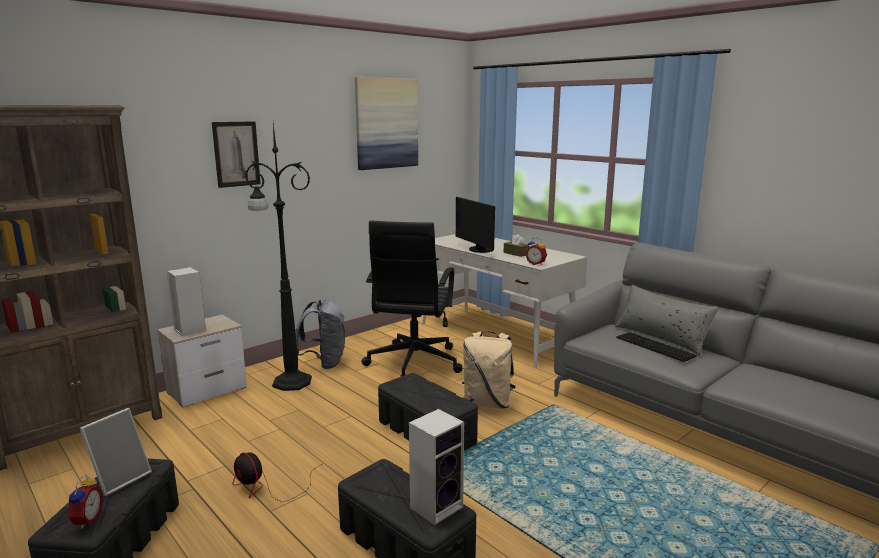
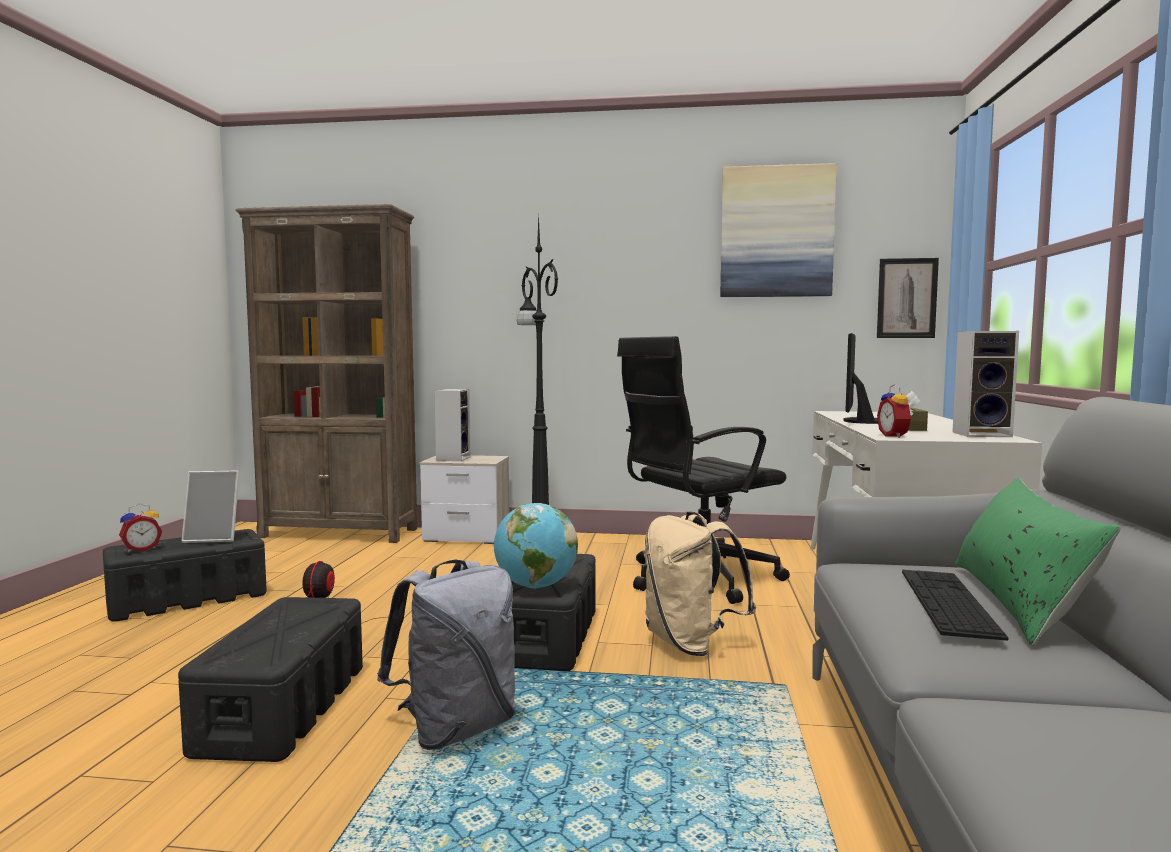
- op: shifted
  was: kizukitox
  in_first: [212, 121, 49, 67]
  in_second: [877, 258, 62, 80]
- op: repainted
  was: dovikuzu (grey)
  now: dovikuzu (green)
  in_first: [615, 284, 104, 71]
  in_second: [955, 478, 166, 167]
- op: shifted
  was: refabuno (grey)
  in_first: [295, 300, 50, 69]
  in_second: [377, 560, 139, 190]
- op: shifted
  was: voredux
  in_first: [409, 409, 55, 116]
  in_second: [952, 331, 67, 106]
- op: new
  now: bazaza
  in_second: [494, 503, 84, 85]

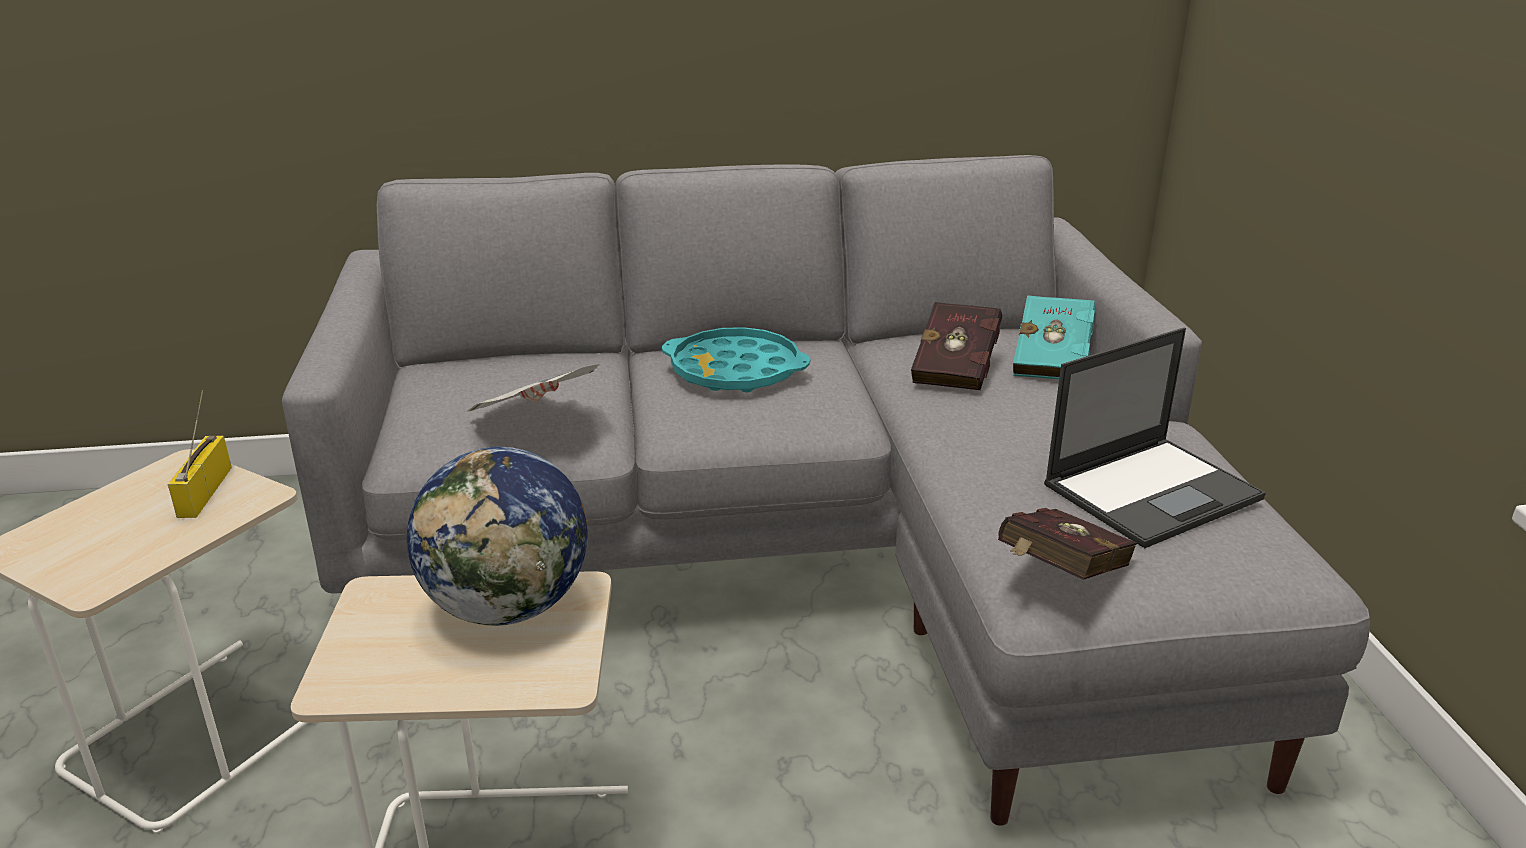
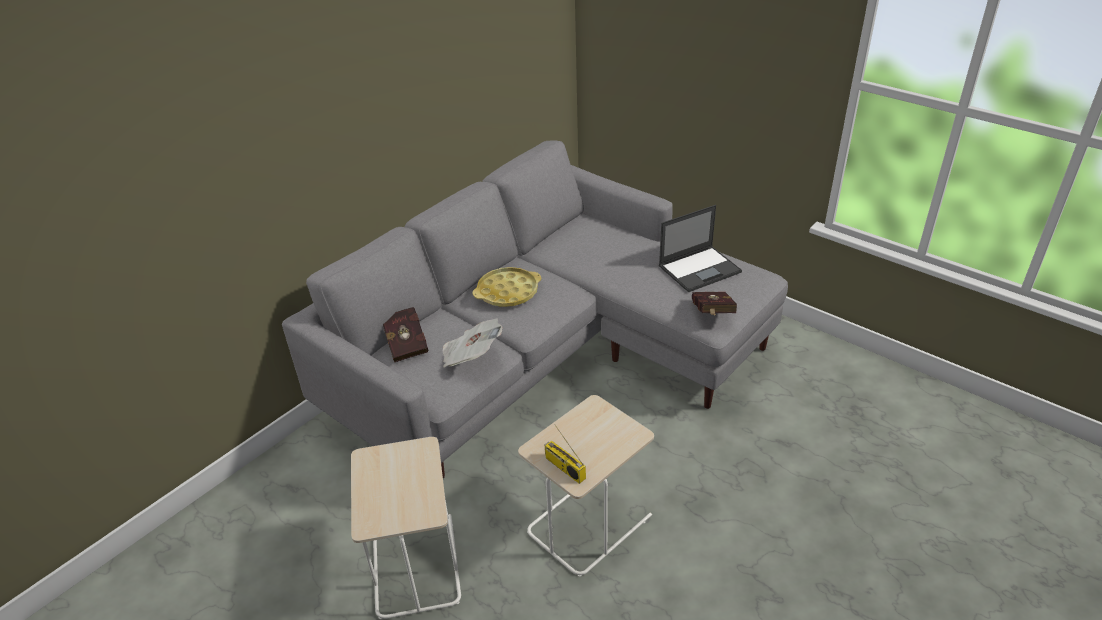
- op: gone
  was: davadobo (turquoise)
  in_first: [1013, 295, 83, 84]
- op: shifted
  was: davadobo (red)
  in_first: [911, 302, 91, 88]
  in_second: [383, 307, 46, 55]
- op: repainted
  was: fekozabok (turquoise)
  now: fekozabok (yellow)
  in_first: [662, 327, 149, 65]
  in_second: [473, 267, 68, 40]
- op: rotated
  was: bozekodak
  in_first: [1044, 328, 222, 220]
  in_second: [659, 205, 83, 87]
  clockwise: 45
- op: shifted
  was: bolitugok
  in_first: [168, 390, 64, 128]
  in_second: [545, 425, 41, 59]
- op: gone
  was: bazaza
  in_first: [407, 447, 181, 179]

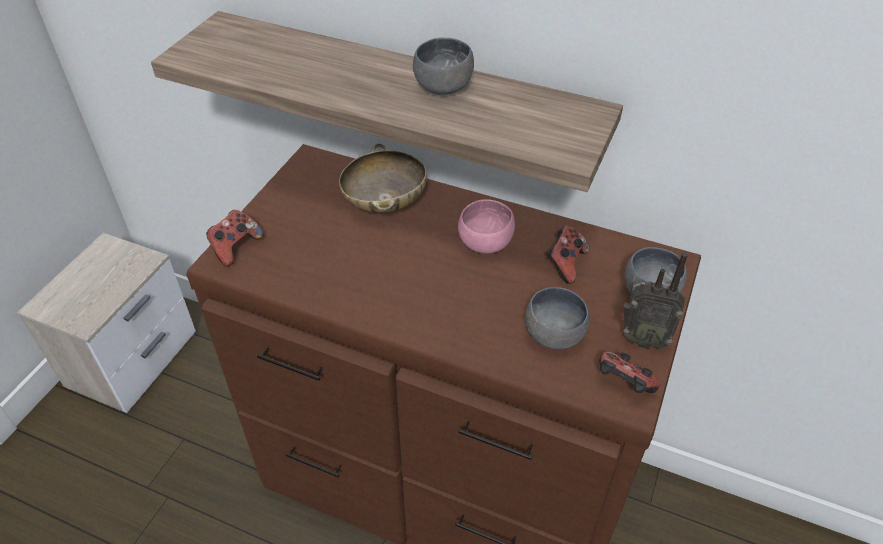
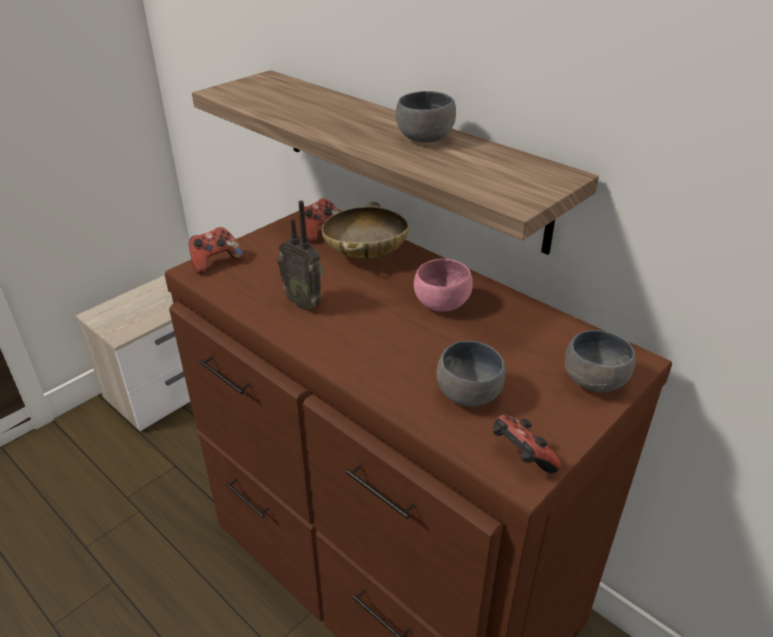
- op: shifted
  was: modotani
  in_first: [547, 226, 42, 58]
  in_second: [298, 198, 42, 45]
- op: shifted
  was: bolitugok
  in_first: [620, 253, 68, 96]
  in_second: [277, 200, 47, 110]

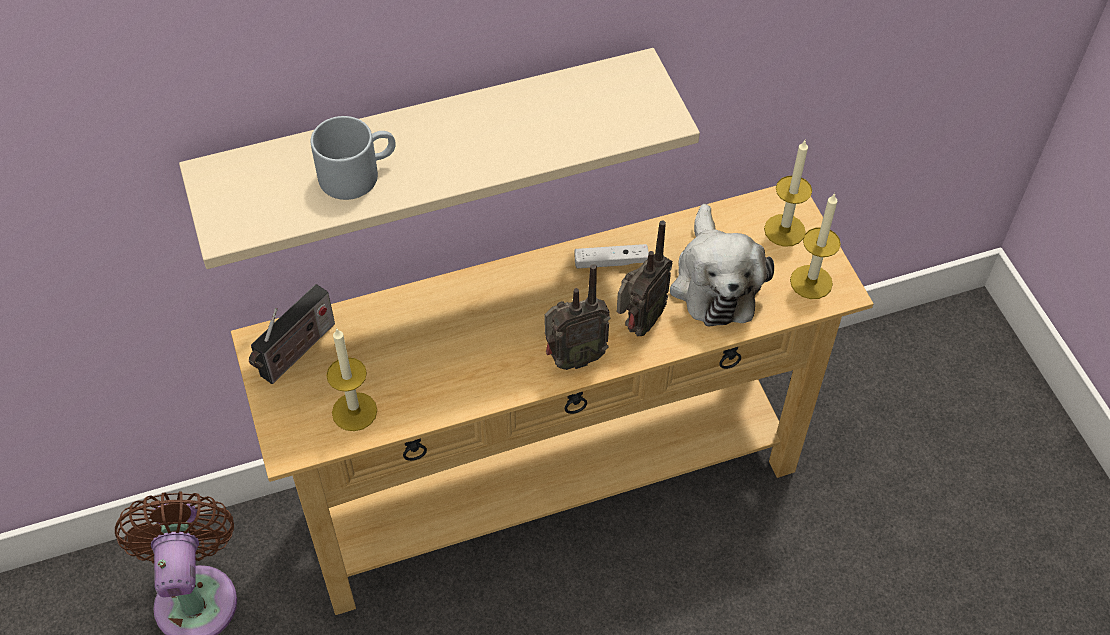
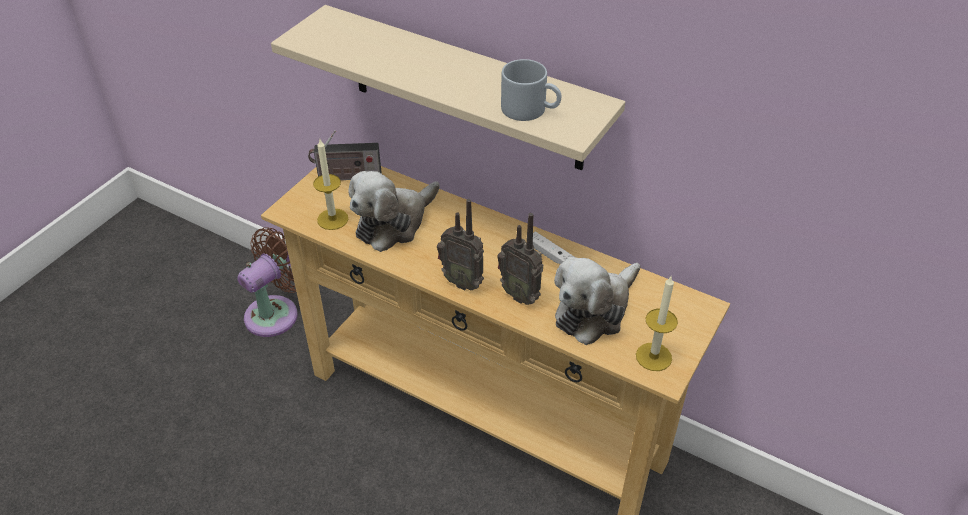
- op: shifted
  was: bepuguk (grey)
  in_first: [311, 116, 85, 84]
  in_second: [501, 59, 60, 62]
- op: gone
  was: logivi
  in_first: [764, 139, 48, 108]
- op: rotated
  was: bolitugok
  in_first: [617, 220, 55, 116]
  in_second: [497, 213, 46, 92]
  clockwise: 45
- op: new
  now: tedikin
  in_second: [348, 171, 92, 81]

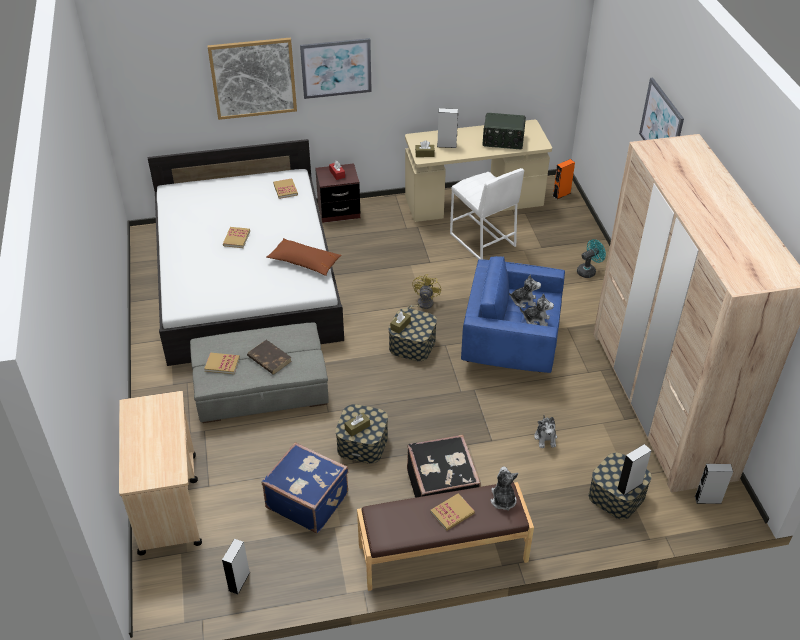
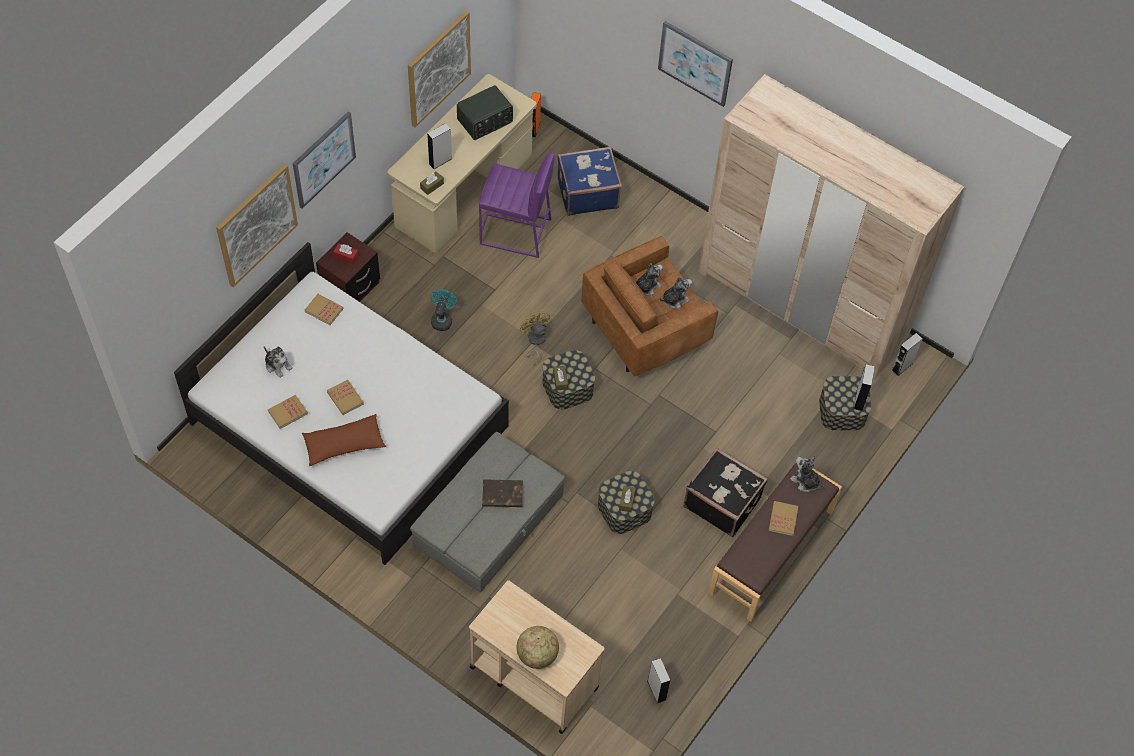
- op: repainted
  was: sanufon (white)
  now: sanufon (purple)
  in_first: [450, 168, 74, 92]
  in_second: [479, 153, 75, 105]
- op: shifted
  was: dovikuzu (brown)
  in_first: [266, 238, 76, 38]
  in_second: [302, 414, 84, 52]
- op: shifted
  was: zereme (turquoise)
  in_first: [577, 239, 29, 39]
  in_second: [430, 289, 28, 42]
- op: repainted
  was: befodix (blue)
  now: befodix (brown)
  in_first: [461, 256, 104, 117]
  in_second: [581, 236, 137, 140]
- op: shifted
  was: davadobo
  in_first: [204, 353, 36, 21]
  in_second: [268, 395, 40, 34]
- op: shifted
  was: tedikin
  in_first: [534, 416, 23, 32]
  in_second: [264, 347, 29, 31]
- op: shifted
  was: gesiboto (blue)
  in_first: [262, 442, 87, 91]
  in_second: [557, 146, 65, 70]
- op: new
  now: kizukitox
  in_second: [408, 10, 63, 117]
- op: new
  now: bazaza
  in_second: [517, 626, 42, 43]

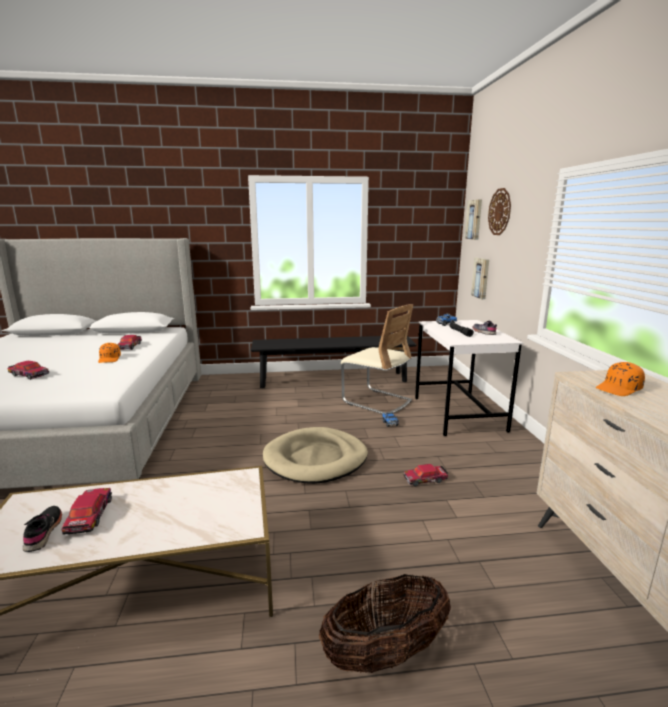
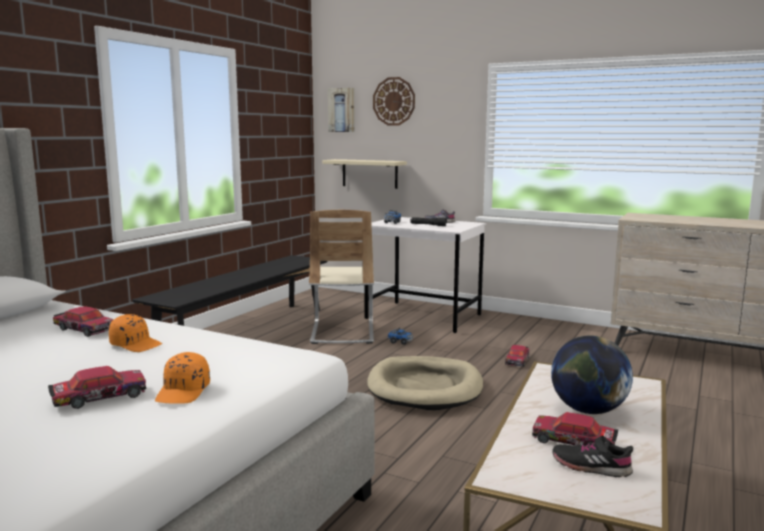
- op: swapped
  was: kizukitox
  now: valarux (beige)
  in_first: [471, 258, 18, 41]
  in_second: [322, 159, 85, 30]
- op: rotated
  was: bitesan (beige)
  in_first: [341, 304, 72, 110]
  in_second: [309, 210, 65, 134]
  clockwise: 105
- op: shifted
  was: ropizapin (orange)
  in_first: [596, 362, 49, 34]
  in_second: [155, 352, 55, 52]
- op: gone
  was: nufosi
  in_first: [319, 574, 132, 99]
- op: new
  now: bazaza
  in_second: [551, 335, 82, 79]

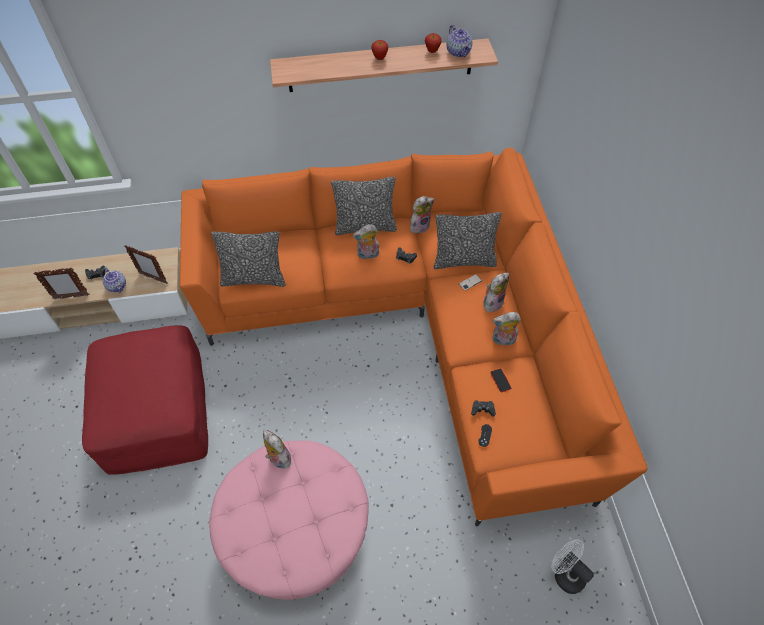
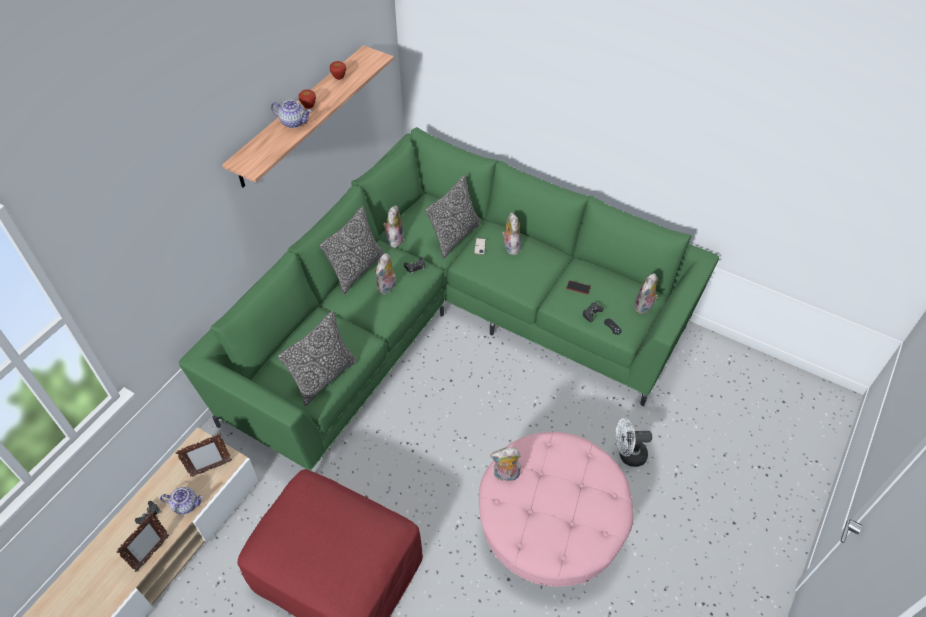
- op: shifted
  was: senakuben
  in_first: [447, 25, 25, 32]
  in_second: [271, 100, 40, 28]
- op: repainted
  was: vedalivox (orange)
  now: vedalivox (green)
  in_first: [180, 148, 468, 378]
  in_second: [179, 127, 540, 344]
- op: shifted
  was: tedikin
  in_first: [492, 312, 29, 33]
  in_second: [634, 273, 24, 41]
- op: shifted
  was: zereme (white)
  in_first: [552, 539, 42, 55]
  in_second: [615, 418, 37, 49]

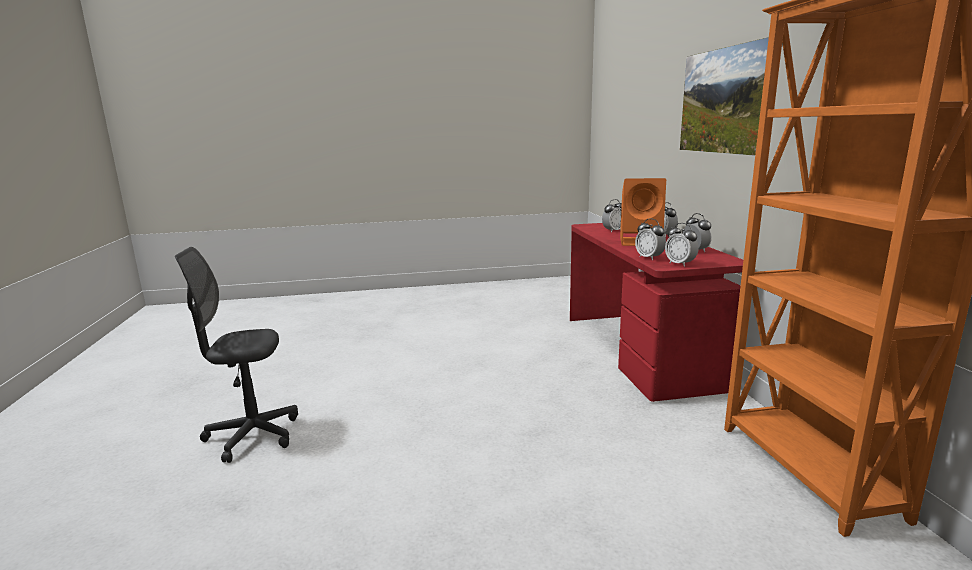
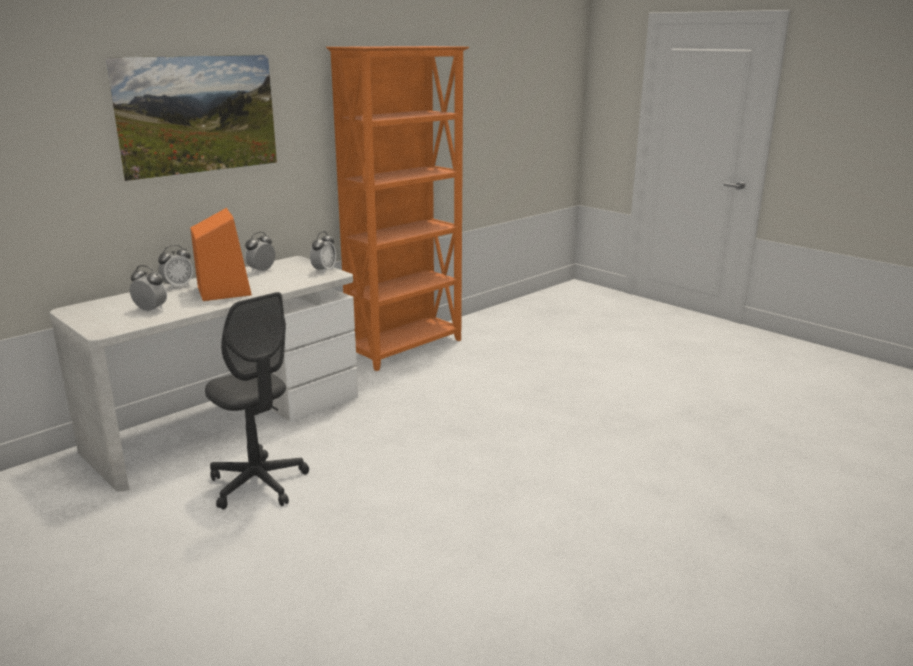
- op: gone
  was: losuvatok
  in_first: [635, 219, 31, 41]
- op: repainted
  was: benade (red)
  now: benade (white)
  in_first: [570, 223, 173, 179]
  in_second: [50, 256, 308, 235]
- op: shifted
  was: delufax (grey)
  in_first: [175, 247, 123, 216]
  in_second: [205, 292, 104, 218]

